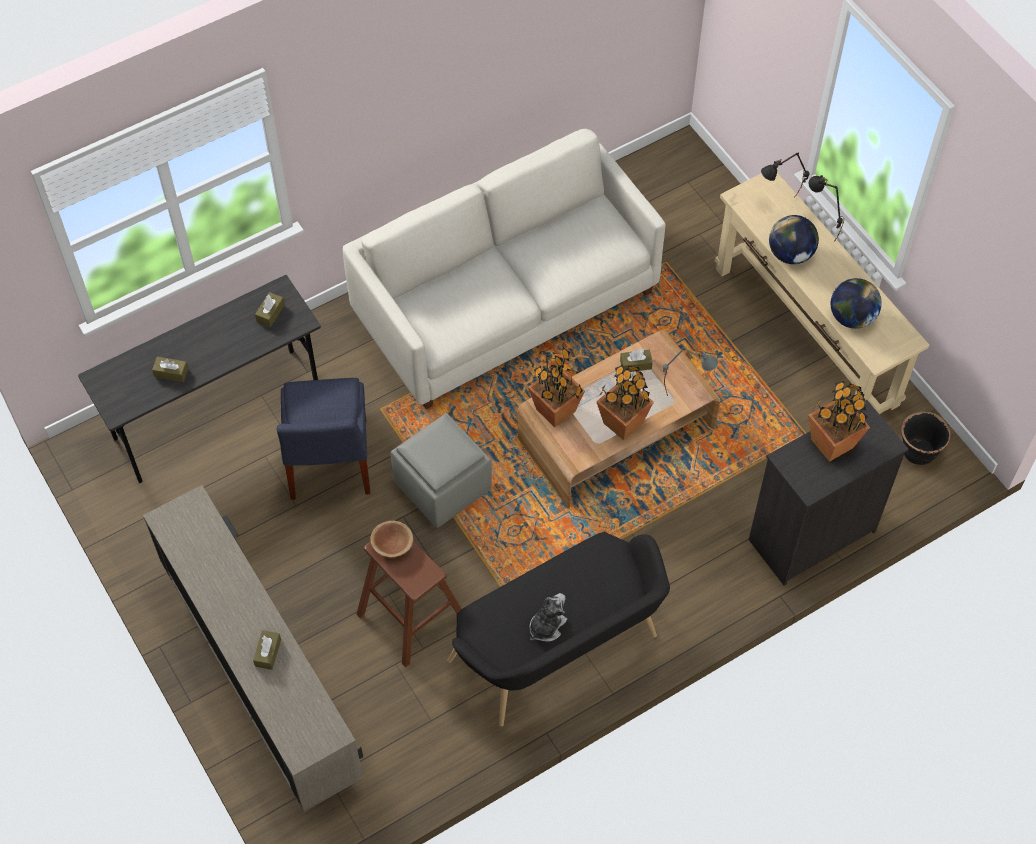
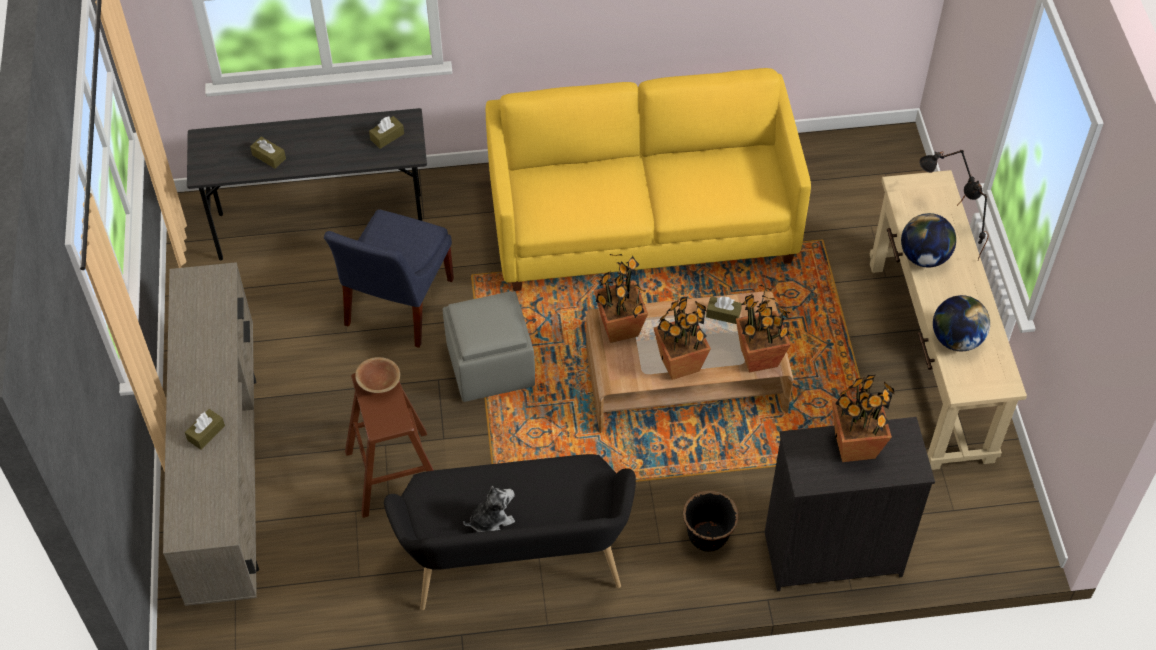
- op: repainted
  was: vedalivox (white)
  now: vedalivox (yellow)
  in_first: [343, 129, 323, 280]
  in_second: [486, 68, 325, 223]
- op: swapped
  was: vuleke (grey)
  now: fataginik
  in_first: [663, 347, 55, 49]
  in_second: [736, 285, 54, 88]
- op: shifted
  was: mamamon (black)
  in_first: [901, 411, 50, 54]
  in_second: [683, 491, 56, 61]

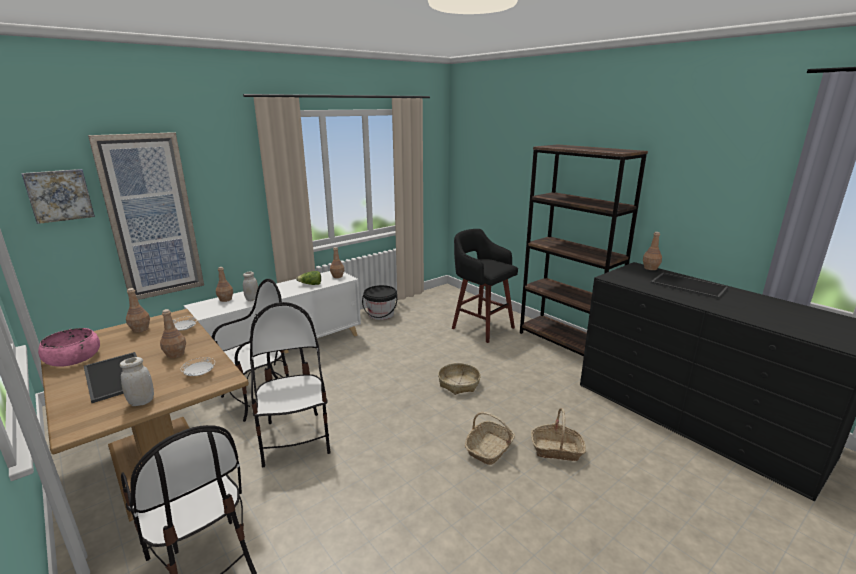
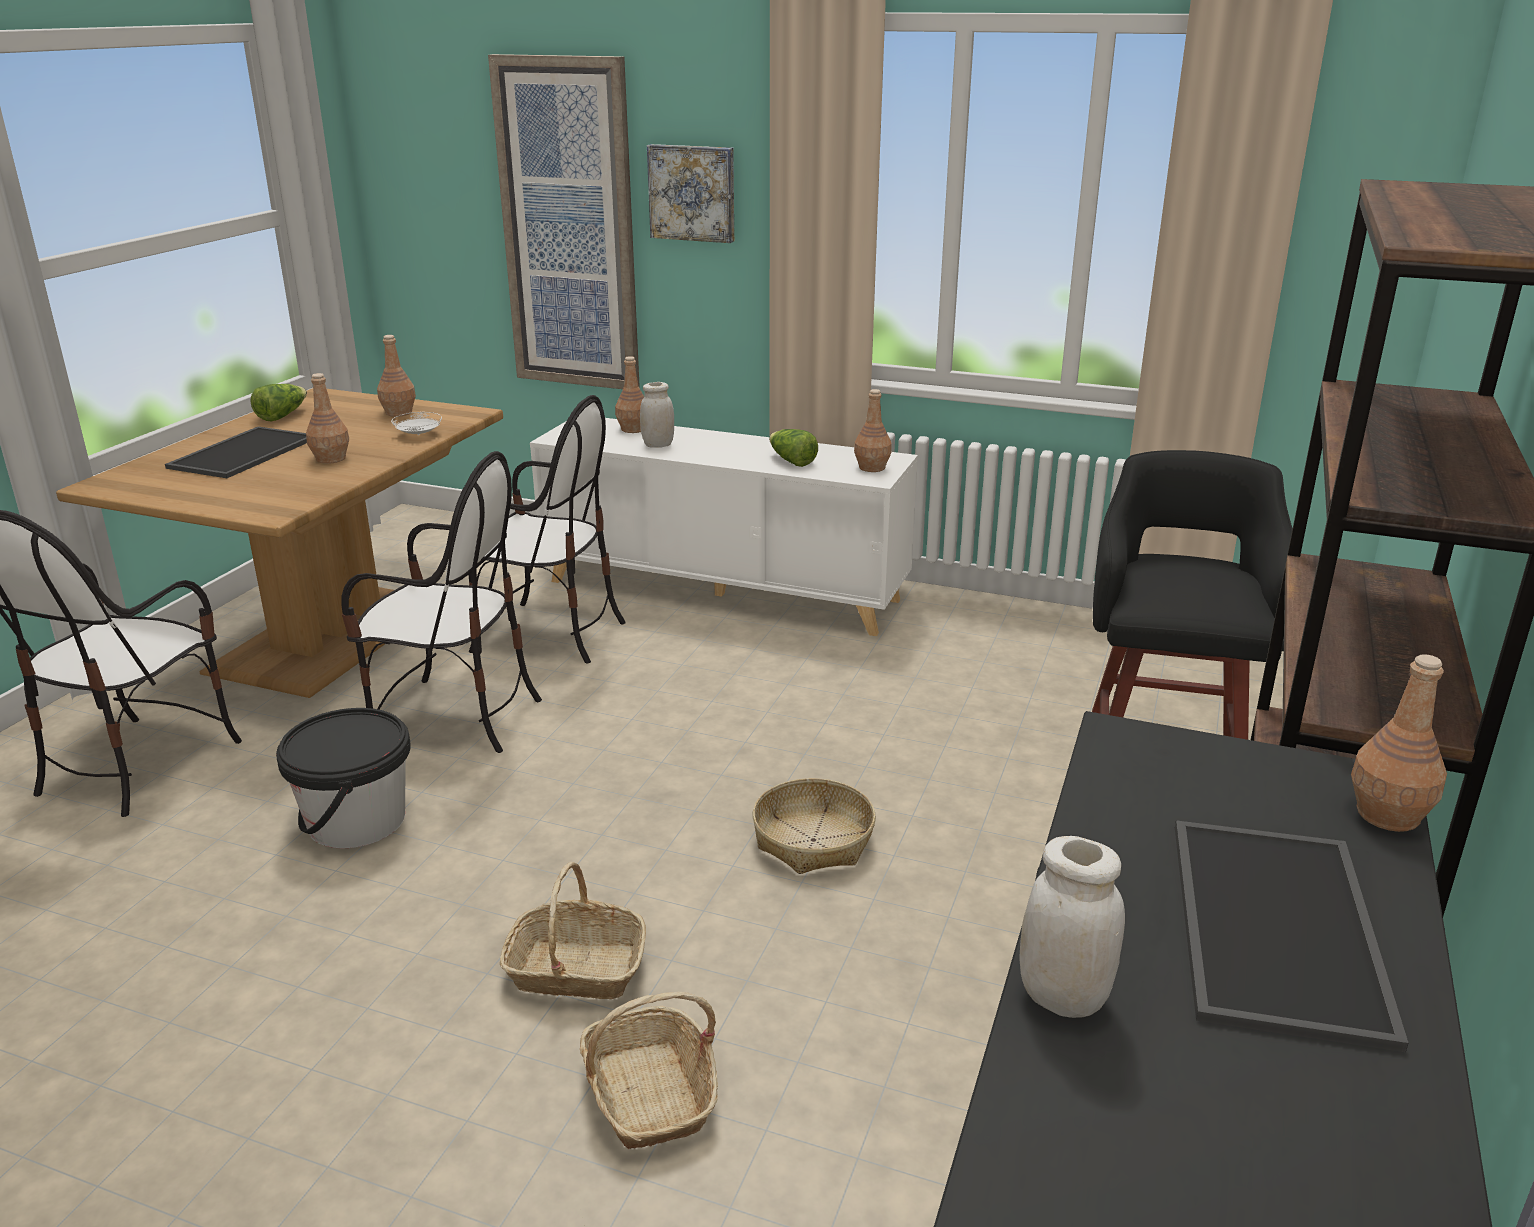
- op: shifted
  was: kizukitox
  in_first: [21, 169, 74, 55]
  in_second: [647, 144, 87, 99]
- op: shifted
  was: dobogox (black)
  in_first: [362, 285, 35, 35]
  in_second: [276, 708, 135, 140]
- op: rotated
  was: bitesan
  in_first: [250, 302, 81, 165]
  in_second: [341, 451, 201, 302]
  clockwise: 60
- op: swapped
  was: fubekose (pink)
  now: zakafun
  in_first: [38, 328, 62, 39]
  in_second: [250, 384, 57, 37]
- op: shifted
  was: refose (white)
  in_first: [120, 357, 34, 49]
  in_second: [1019, 836, 106, 182]
- op: gone
  was: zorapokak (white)
  in_first: [181, 357, 34, 19]

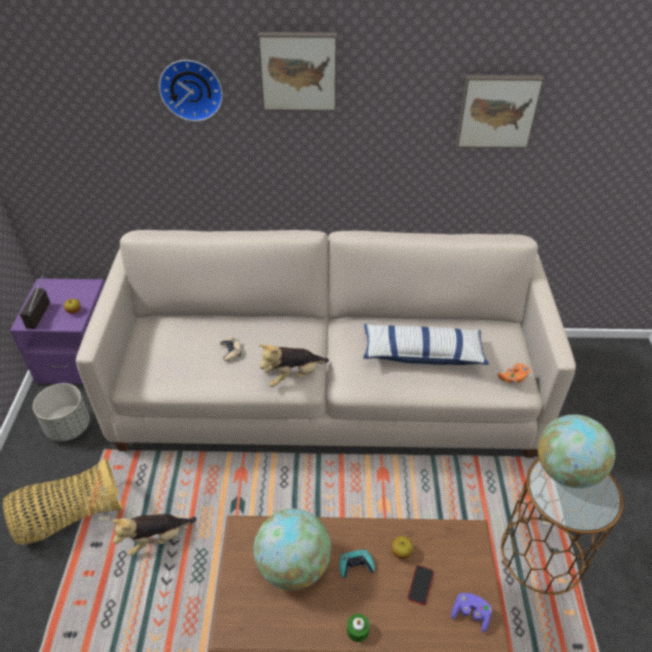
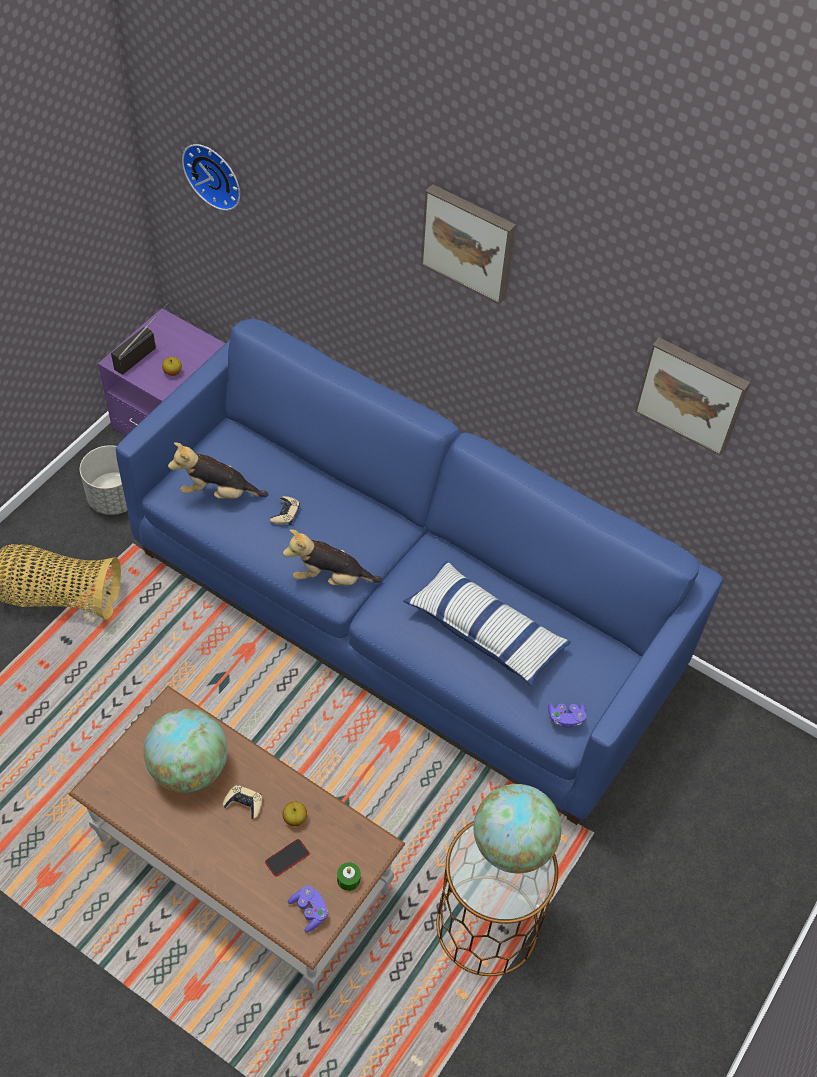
- op: shifted
  was: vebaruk
  in_first: [159, 60, 64, 61]
  in_second: [182, 144, 58, 67]
- op: repainted
  was: vedalivox (beige)
  now: vedalivox (blue)
  in_first: [76, 230, 500, 228]
  in_second: [116, 319, 607, 506]
- op: repainted
  was: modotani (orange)
  now: modotani (purple)
  in_first: [498, 363, 32, 21]
  in_second: [548, 703, 38, 24]
- op: shifted
  was: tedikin
  in_first: [111, 513, 86, 43]
  in_second: [168, 442, 101, 57]
- op: repainted
  was: modotani (turquoise)
  now: modotani (beige)
  in_first: [340, 549, 35, 29]
  in_second: [223, 785, 39, 34]
- op: shifted
  was: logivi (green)
  in_first: [347, 614, 23, 28]
  in_second: [337, 862, 24, 29]

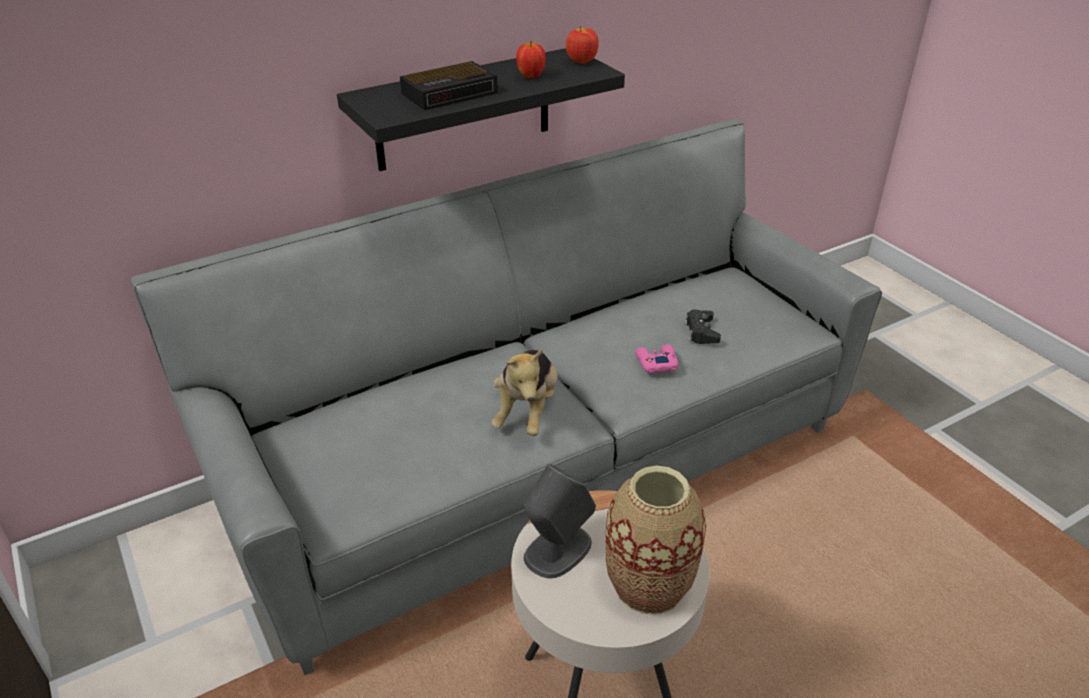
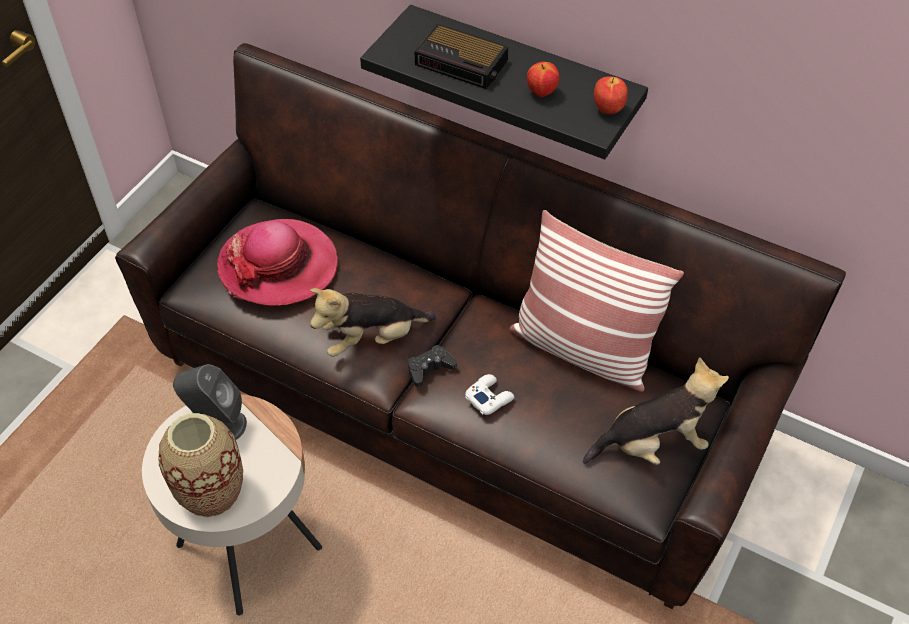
- op: repainted
  was: vedalivox (grey)
  now: vedalivox (brown)
  in_first: [131, 119, 751, 556]
  in_second: [115, 43, 731, 566]
- op: shifted
  was: modotani (black)
  in_first: [684, 309, 37, 35]
  in_second: [408, 345, 49, 42]
- op: repainted
  was: modotani (pink)
  now: modotani (white)
  in_first: [635, 345, 43, 28]
  in_second: [465, 374, 49, 41]
- op: new
  now: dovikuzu
  in_second: [510, 210, 174, 182]
- op: new
  now: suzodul
  in_second: [217, 219, 121, 87]
- op: new
  now: tedikin
  in_second: [583, 357, 146, 108]

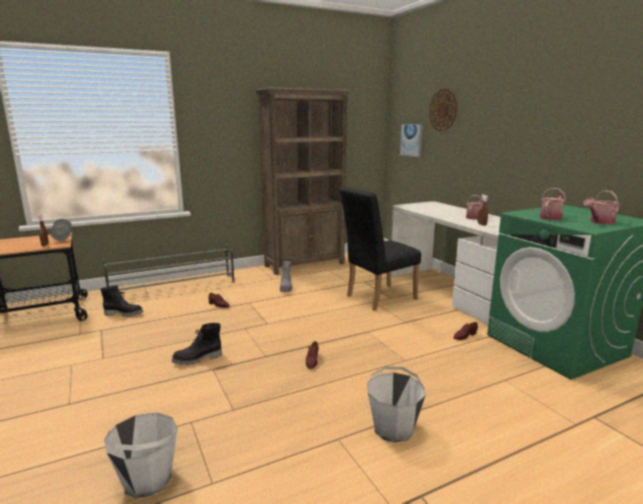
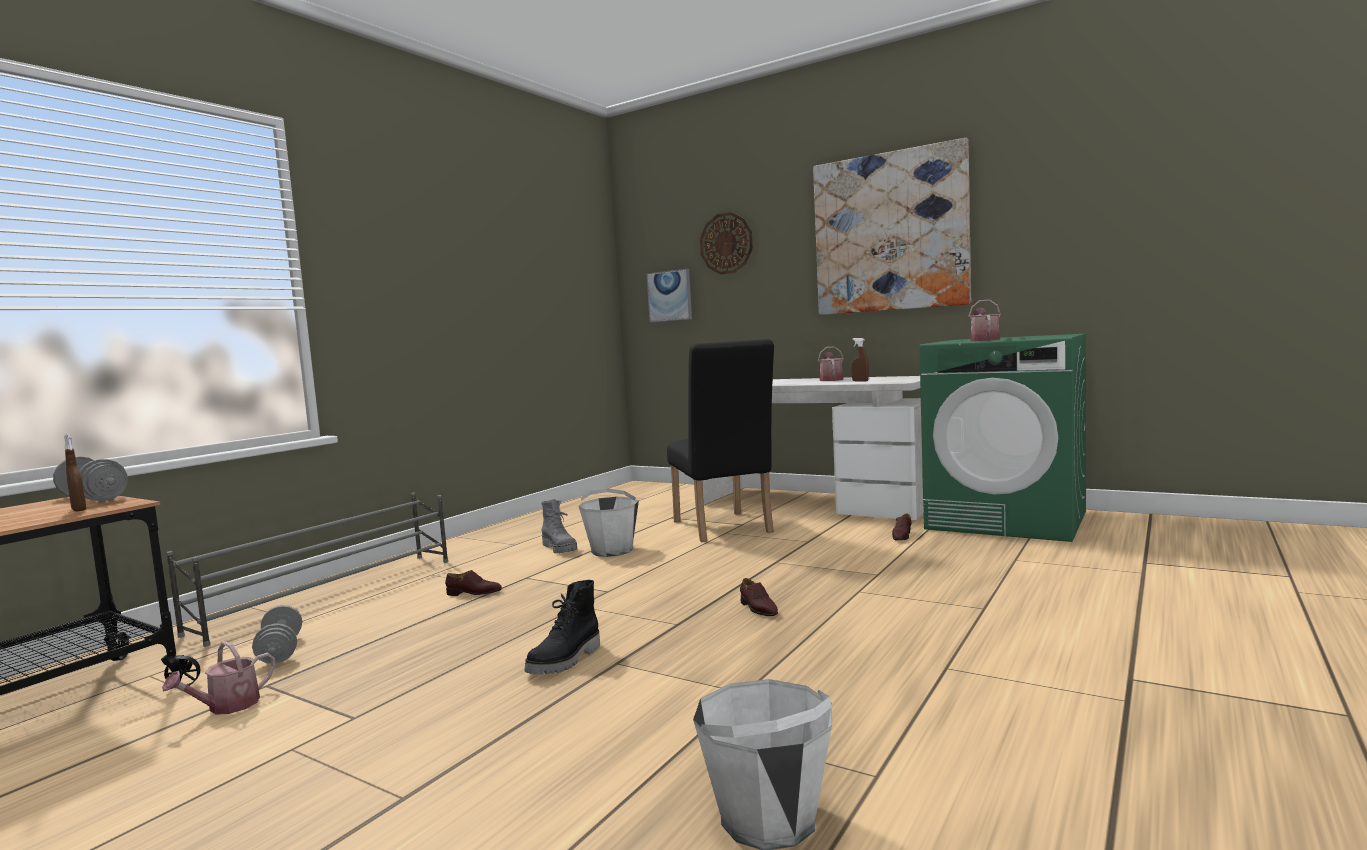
- op: gone
  was: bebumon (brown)
  in_first: [255, 87, 95, 188]
- op: rotated
  was: bitesan (black)
  in_first: [340, 187, 81, 124]
  in_second: [667, 339, 107, 203]
  clockwise: -45
- op: shifted
  was: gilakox
  in_first: [583, 190, 37, 34]
  in_second: [162, 641, 114, 74]
- op: swapped
  was: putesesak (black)
  now: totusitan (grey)
  in_first: [100, 285, 43, 32]
  in_second: [252, 605, 51, 59]
- op: shifted
  was: dobogox (white)
  in_first: [367, 366, 59, 77]
  in_second: [579, 488, 60, 69]
- op: new
  now: kizukitox
  in_second: [813, 138, 158, 177]

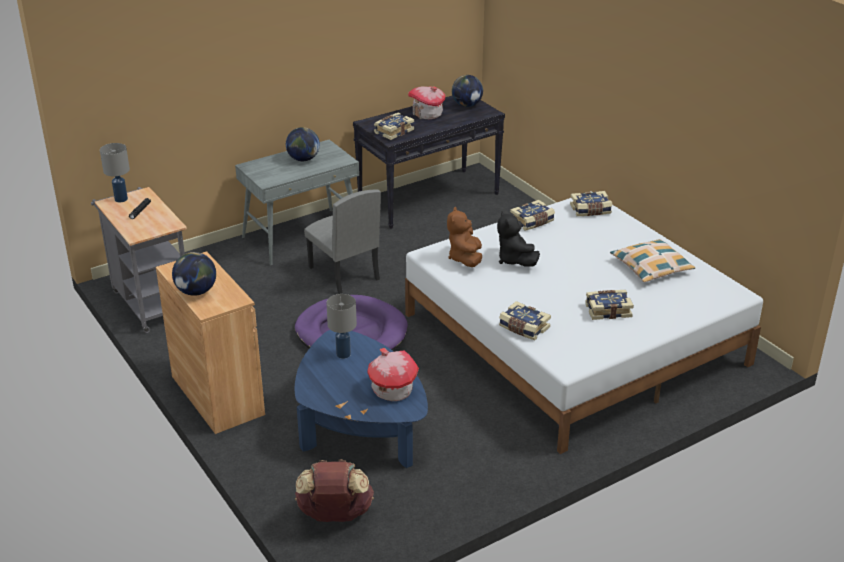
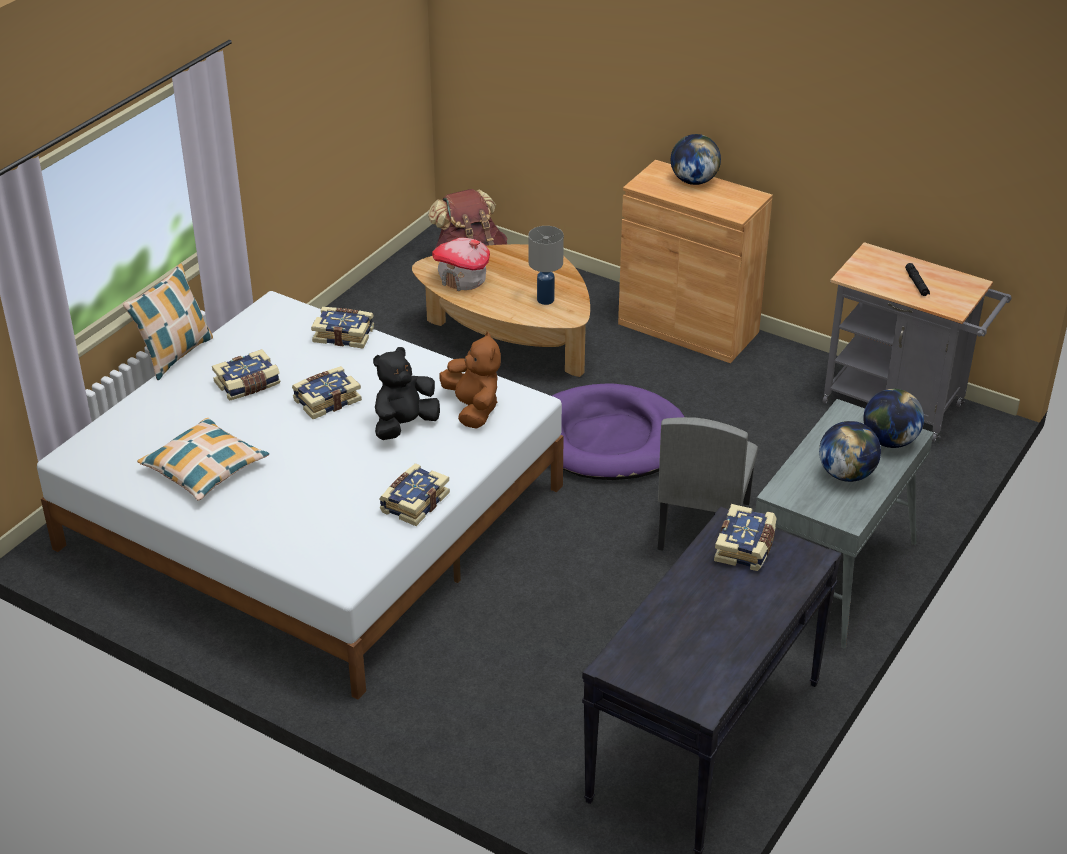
- op: shifted
  was: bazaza
  in_first: [452, 75, 31, 32]
  in_second: [863, 389, 61, 59]
- op: gone
  was: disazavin
  in_first: [408, 86, 37, 33]
- op: gone
  was: vuleke (grey)
  in_first: [100, 143, 30, 59]
- op: rotated
  was: bitesan (grey)
  in_first: [304, 190, 77, 104]
  in_second: [657, 417, 101, 134]
  clockwise: -105
- op: shifted
  was: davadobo
  in_first: [570, 191, 42, 25]
  in_second: [292, 366, 70, 53]
- op: rotated
  was: tedikin (black)
  in_first: [497, 211, 43, 56]
  in_second: [373, 347, 67, 93]
  clockwise: -90
- op: repainted
  was: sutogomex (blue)
  now: sutogomex (brown)
  in_first: [295, 330, 133, 138]
  in_second: [412, 244, 178, 133]
- op: new
  now: dovikuzu
  in_second: [123, 264, 90, 116]

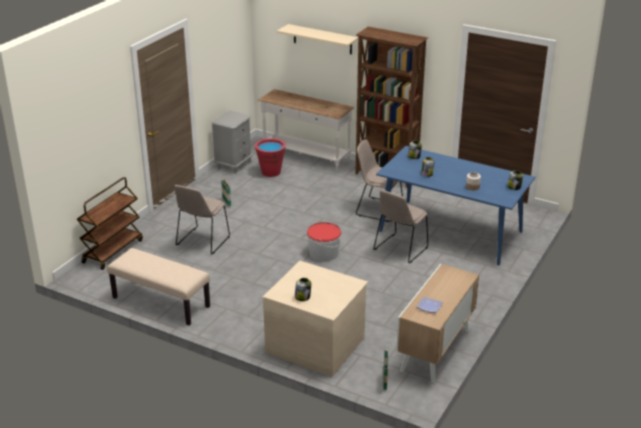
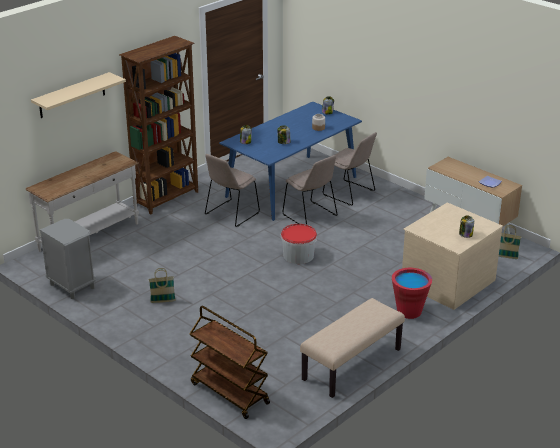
- op: shifted
  was: dobogox (red)
  in_first: [255, 138, 31, 39]
  in_second: [392, 268, 40, 51]
- op: shifted
  was: bitesan (beige)
  in_first: [174, 185, 56, 69]
  in_second: [323, 132, 54, 74]

